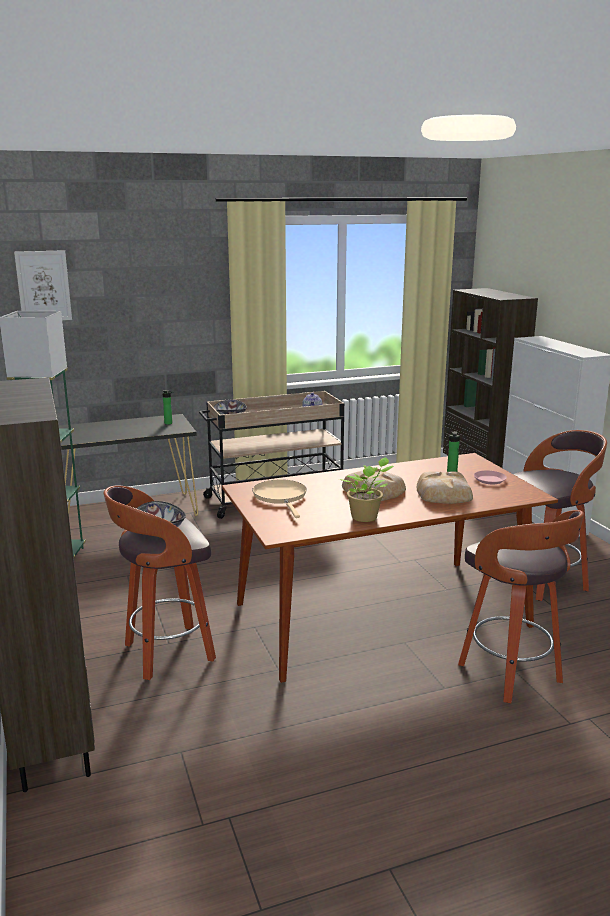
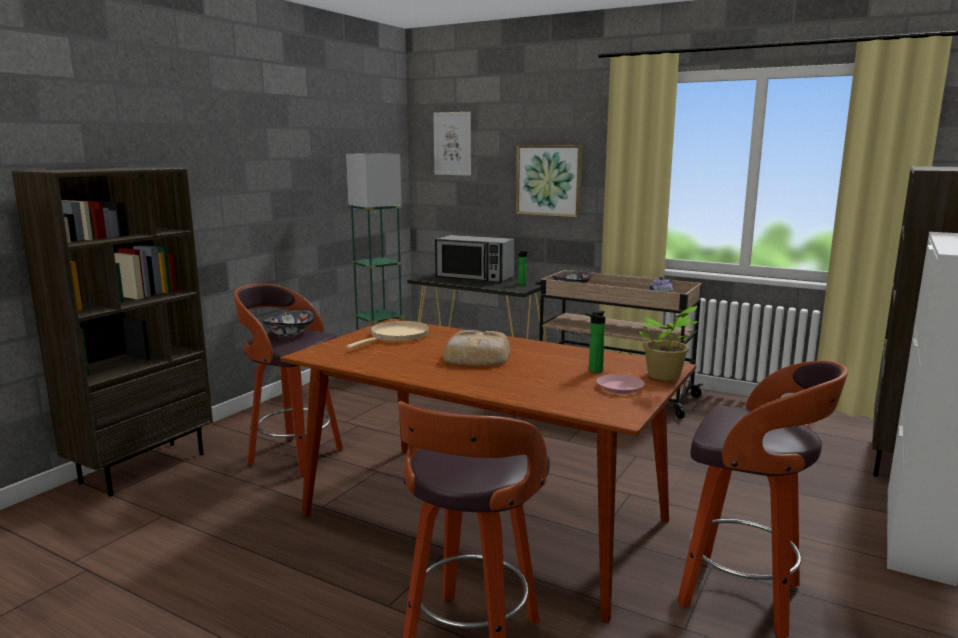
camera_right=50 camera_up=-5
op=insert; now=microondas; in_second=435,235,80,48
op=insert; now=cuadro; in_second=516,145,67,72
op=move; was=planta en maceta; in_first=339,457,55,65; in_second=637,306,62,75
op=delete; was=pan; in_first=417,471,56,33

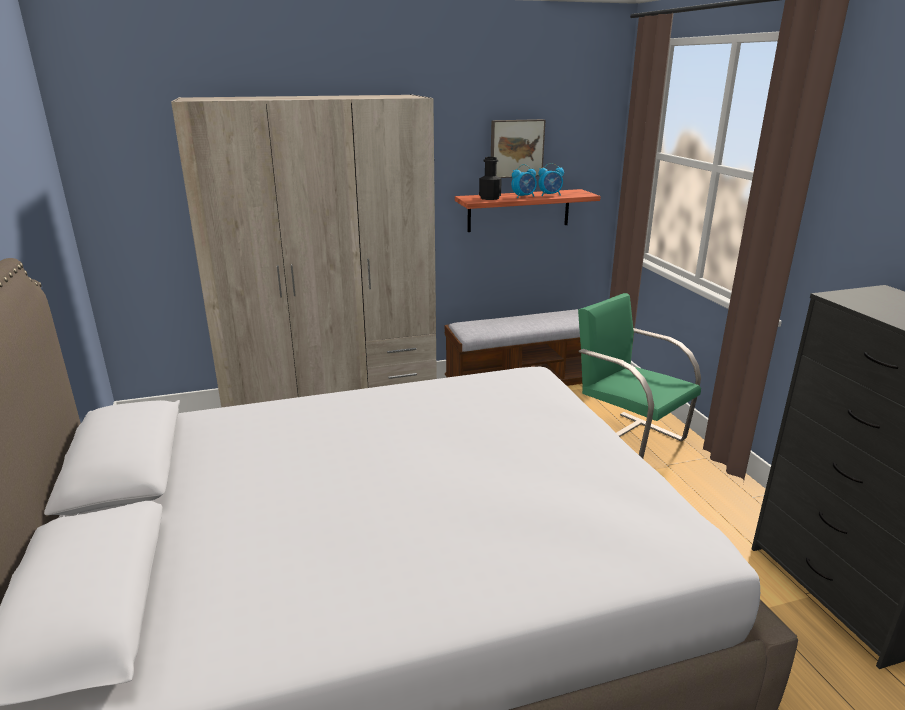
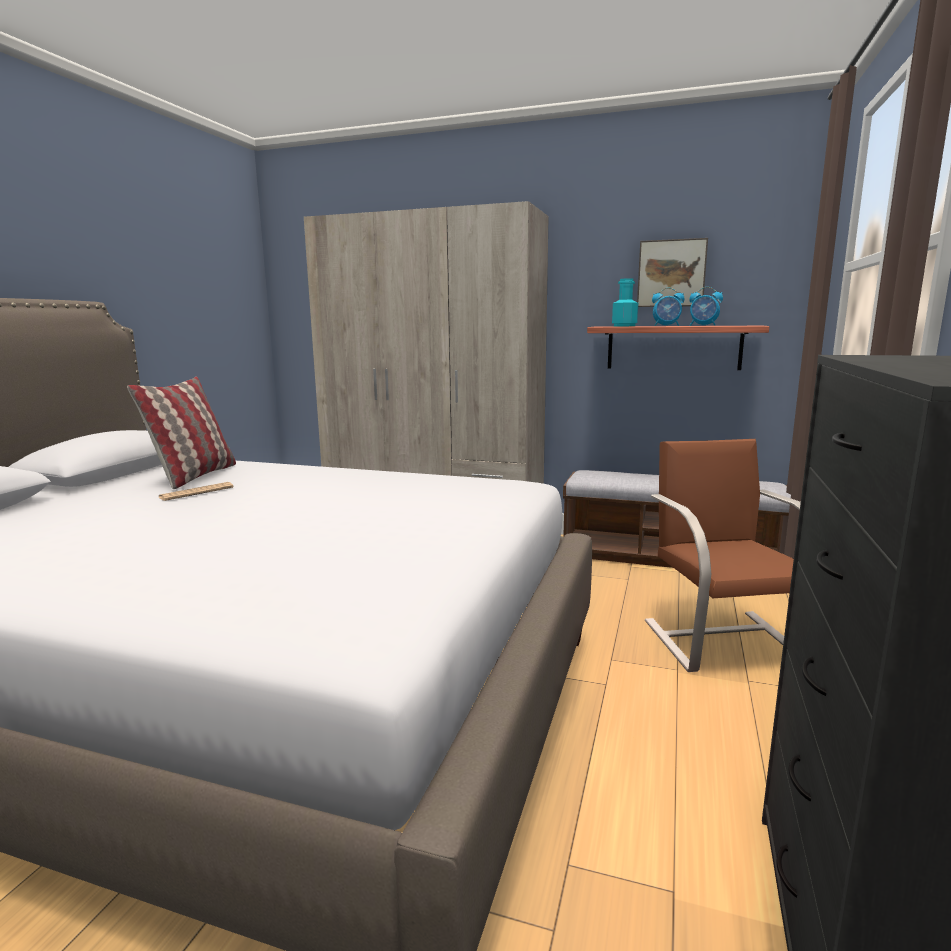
camera_right=35 camera_up=-10
op=insert; now=cojín; in_second=127,377,109,112
op=insert; now=periódico; in_second=158,482,76,19
op=recolor; was=botella/negro; now=botella/turquesa; in_first=479,157,23,43; in_second=612,278,26,48
op=recolor; was=silla/verde; now=silla/marrón; in_first=578,293,123,166; in_second=645,439,156,233

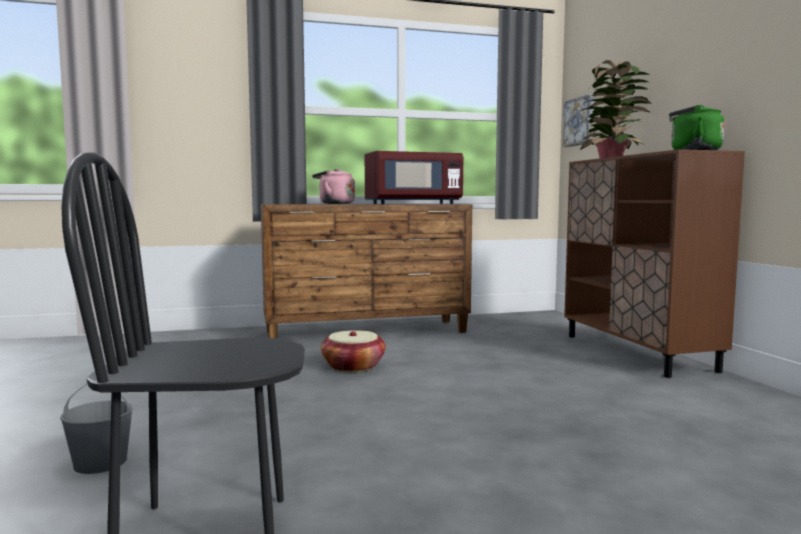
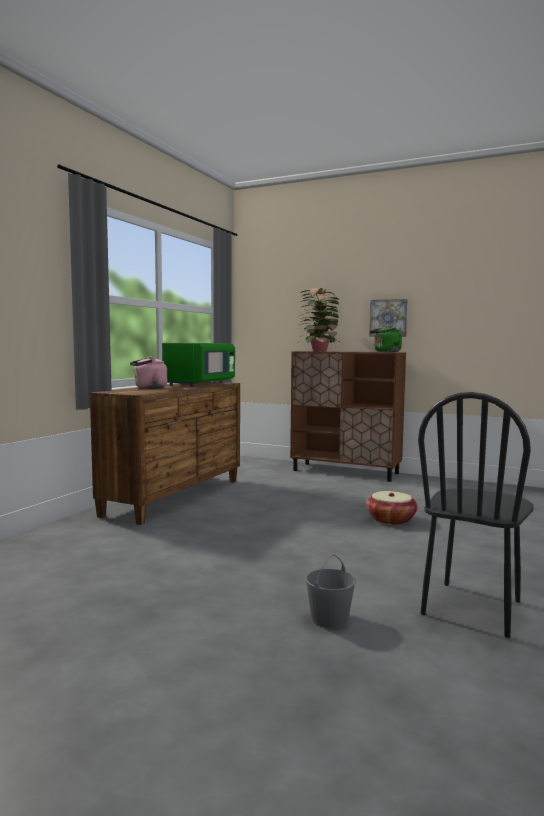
camera_right=-50 camera_up=0
op=recolor; was=microondas/rojo; now=microondas/verde; in_first=365,151,98,53; in_second=162,343,73,44
op=move; was=cesta; in_first=321,330,65,42; in_second=366,491,52,34
op=move; was=cuadro; in_first=563,94,31,53; in_second=369,299,39,38

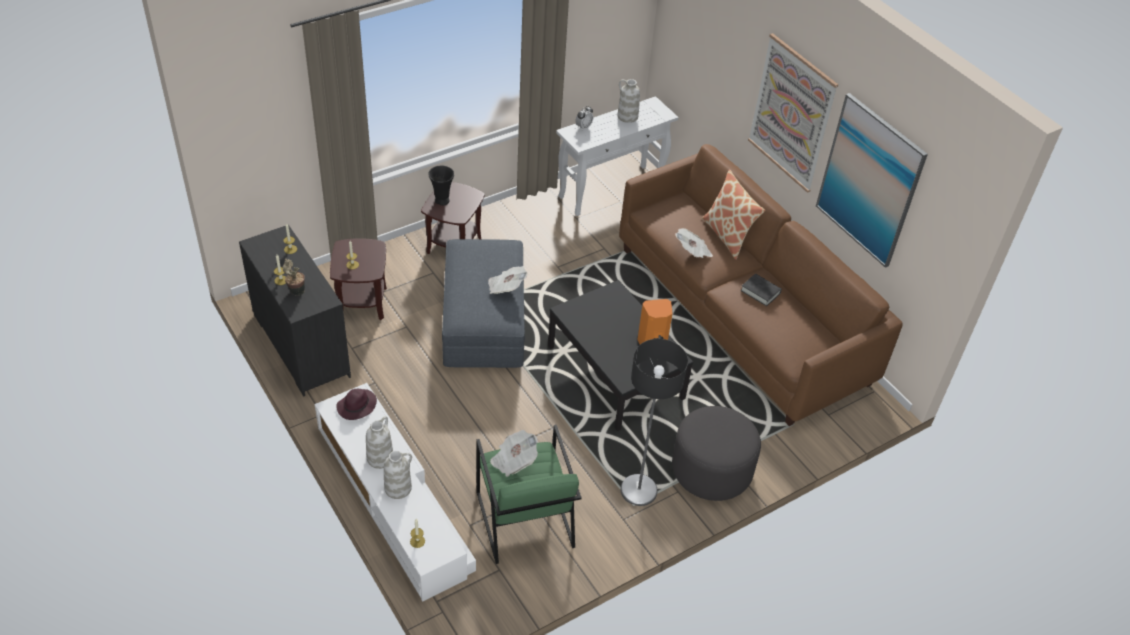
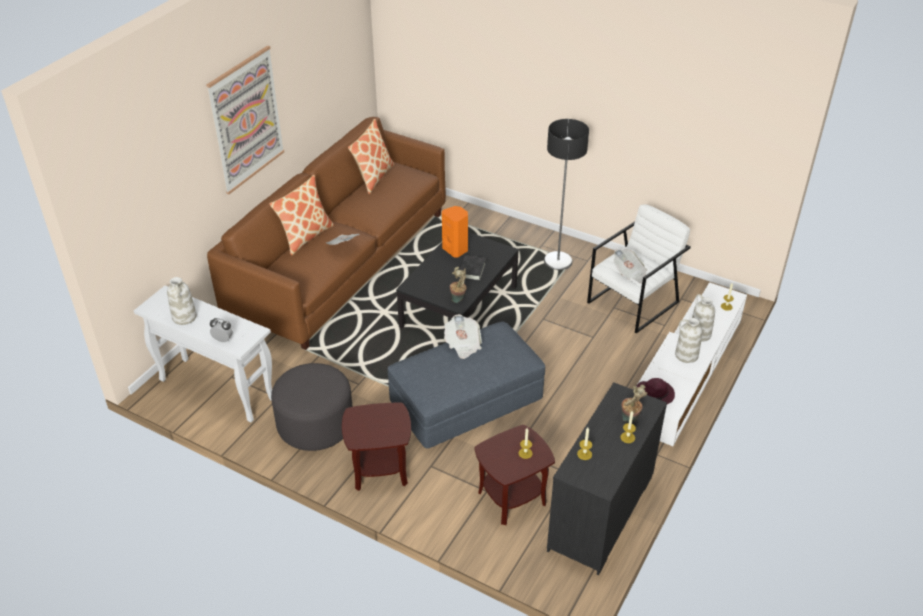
camera_right=-115 camera_up=-5
op=move; was=puf/gris; in_first=672,406,89,95; in_second=271,363,82,88
op=insert; now=cojín; in_second=348,119,47,75
op=insert; now=planta en maceta; in_second=450,267,17,36
op=move; was=libro/negro; in_first=741,274,41,32; in_second=458,255,28,26
op=recolor; was=sillón/verde; now=sillón/blanco; in_first=476,425,106,139; in_second=587,204,104,129
op=delete; was=florero/negro; in_first=428,165,26,40
op=delete; was=cuadro; in_first=816,93,112,175

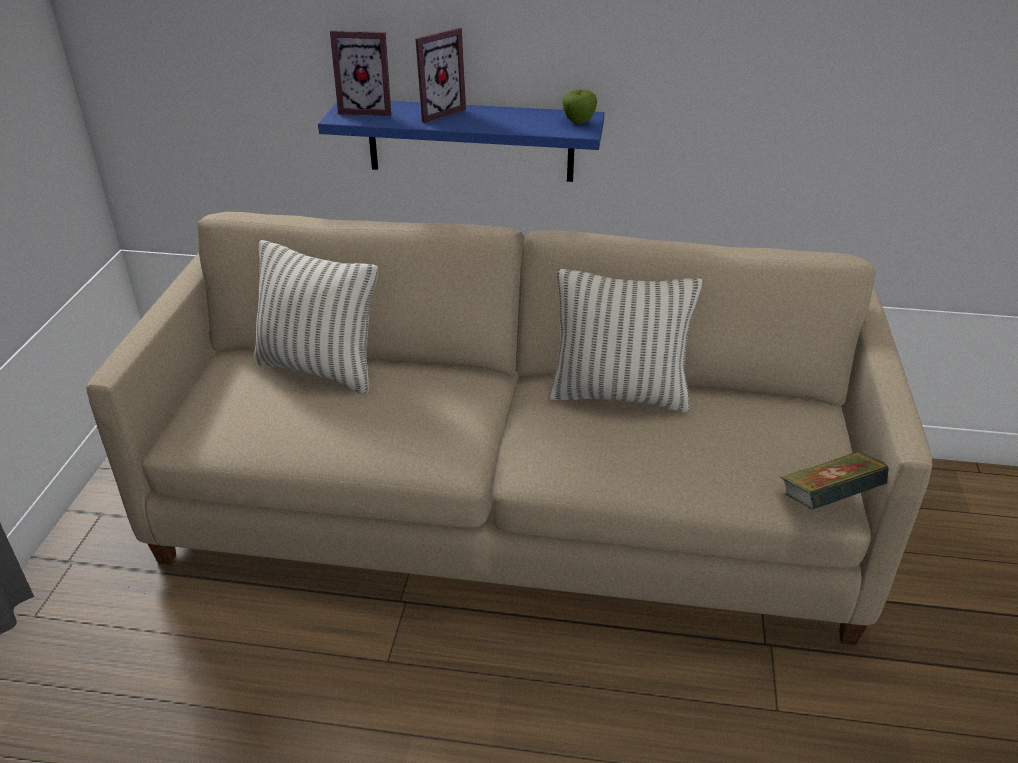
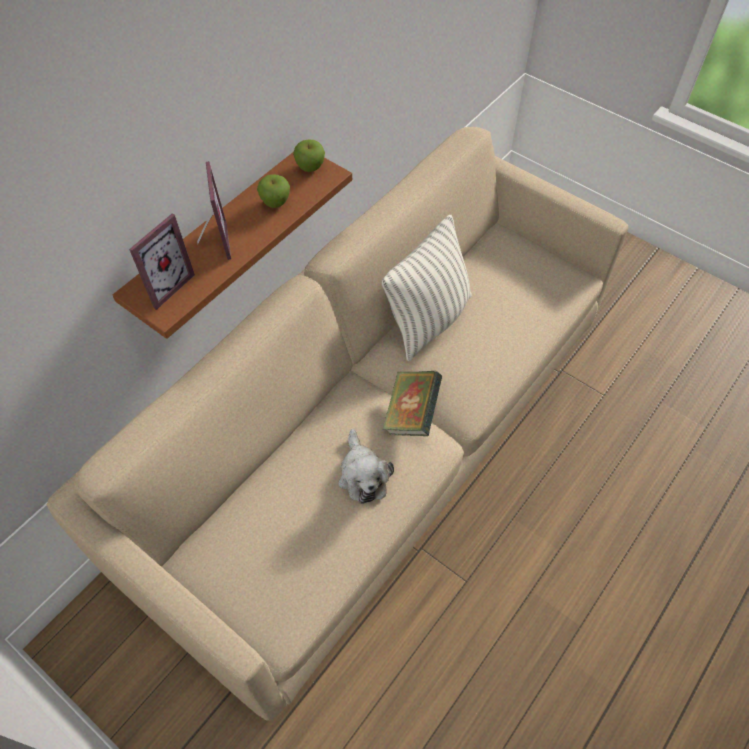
camera_right=-60 camera_up=20
op=recolor; was=estante/azul; now=estante/marrón; in_first=318,101,286,81; in_second=113,152,239,187
op=insert; now=manzana; in_second=257,174,33,34
op=insert; now=peluche; in_second=338,429,56,75
op=move; was=libro; in_first=781,452,108,58; in_second=382,371,60,65
op=delete; was=cojín; in_first=253,240,125,154

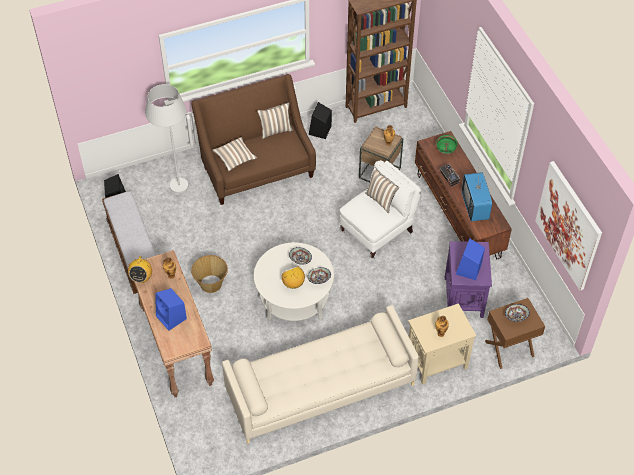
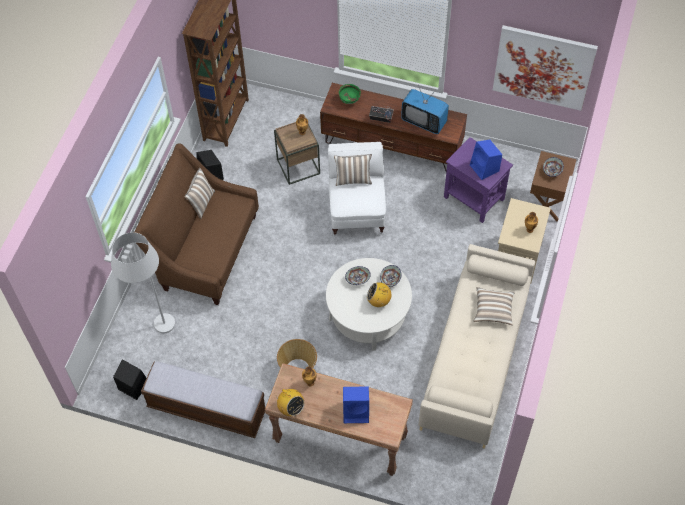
camera_right=-50 camera_up=5
op=move; was=cojín; in_first=212,137,45,34; in_second=474,287,41,38

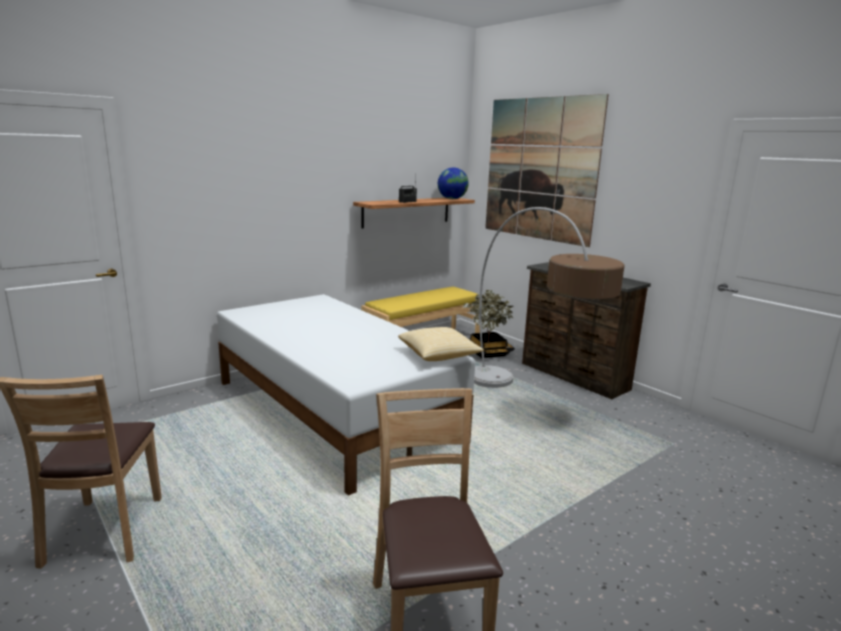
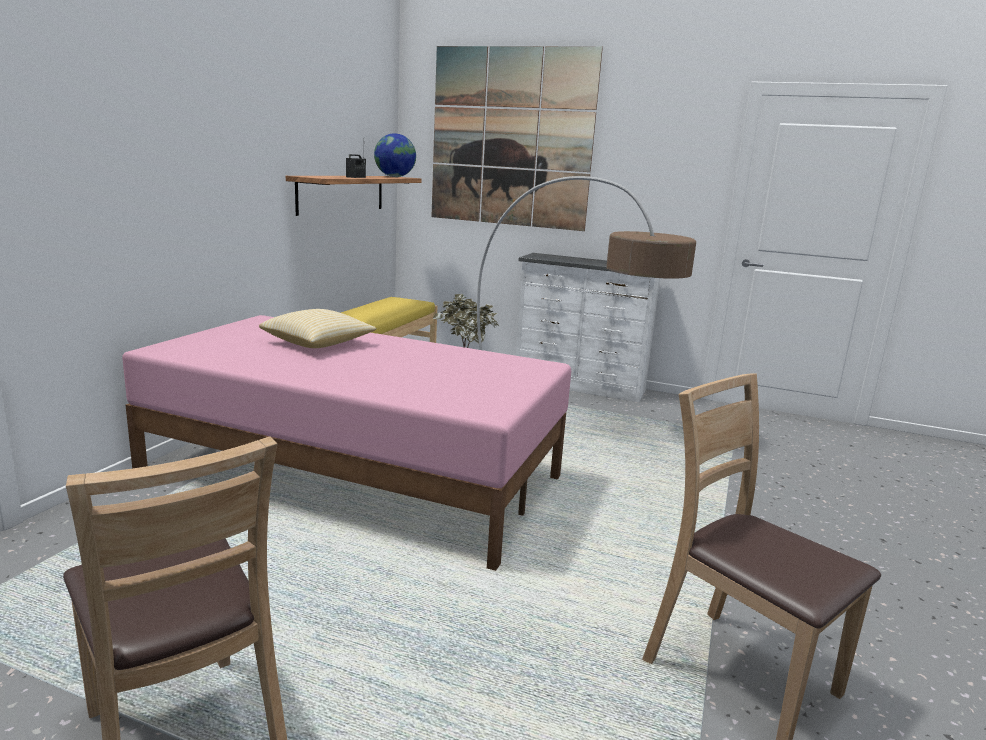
camera_right=-30 camera_up=0
op=recolor; was=cama/blanco; now=cama/rosa; in_first=217,294,258,202; in_second=122,315,449,256
op=move; was=cojín; in_first=398,327,86,34; in_second=259,309,118,39
op=recolor; was=cómoda/marrón; now=cómoda/blanco; in_first=522,262,129,137; in_second=516,253,144,149

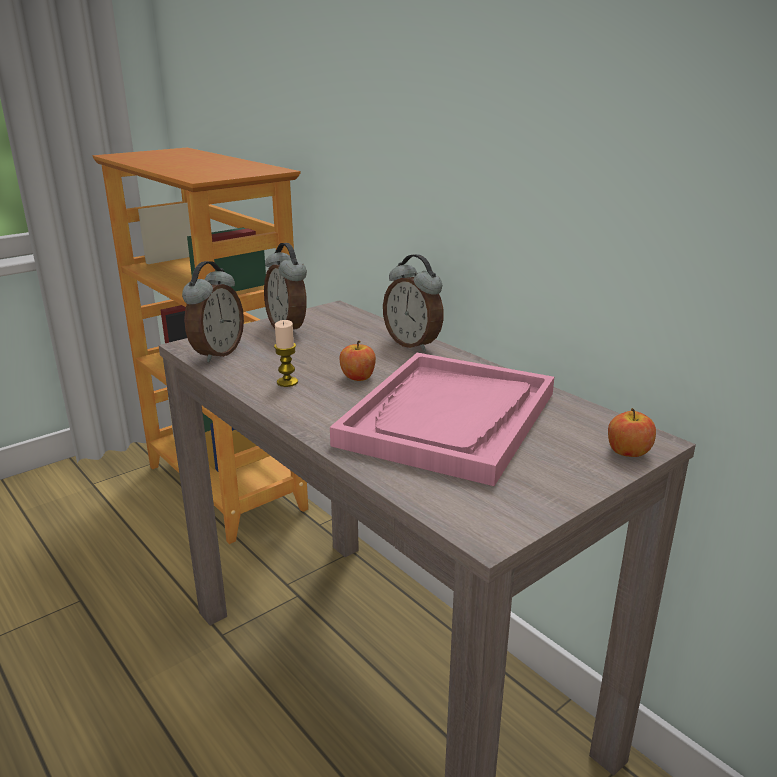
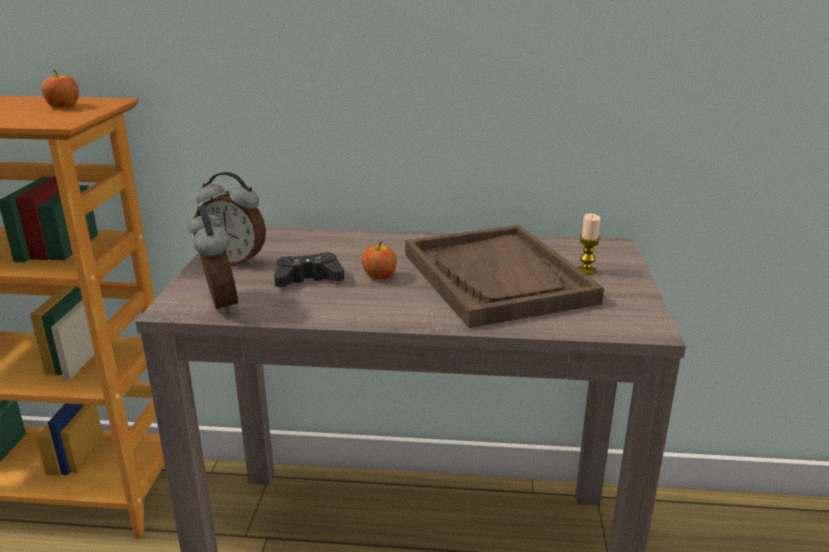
camera_right=-45 camera_up=0
op=move; was=manzana; in_first=608,408,48,49; in_second=41,70,38,38
op=insert; now=mando de consola/negro; in_second=274,252,70,35
op=recolor; was=bandeja/rosa; now=bandeja/marrón; in_first=330,353,224,133; in_second=405,225,199,103
op=move; was=vela; in_first=274,320,24,67; in_second=577,213,24,62
op=delete; was=despertador; in_first=383,254,61,98

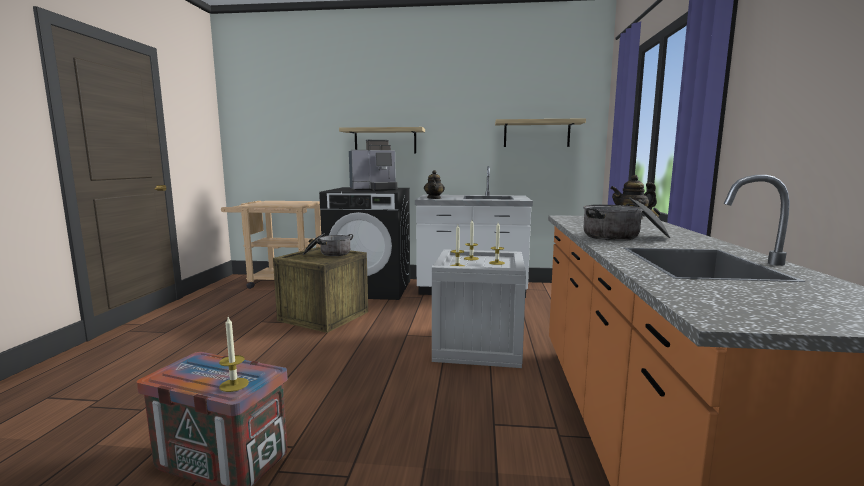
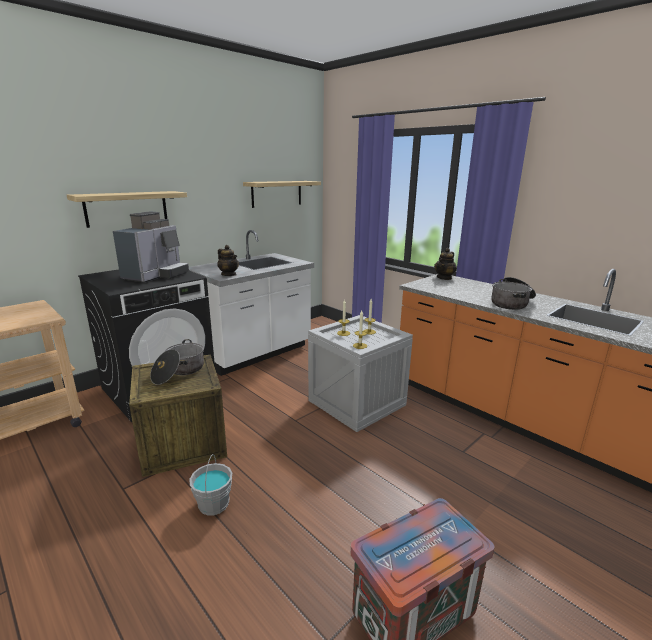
camera_right=-50 camera_up=10
op=insert; now=cubo/gris; in_second=189,454,43,61
op=delete; was=vela; in_first=219,317,30,75

